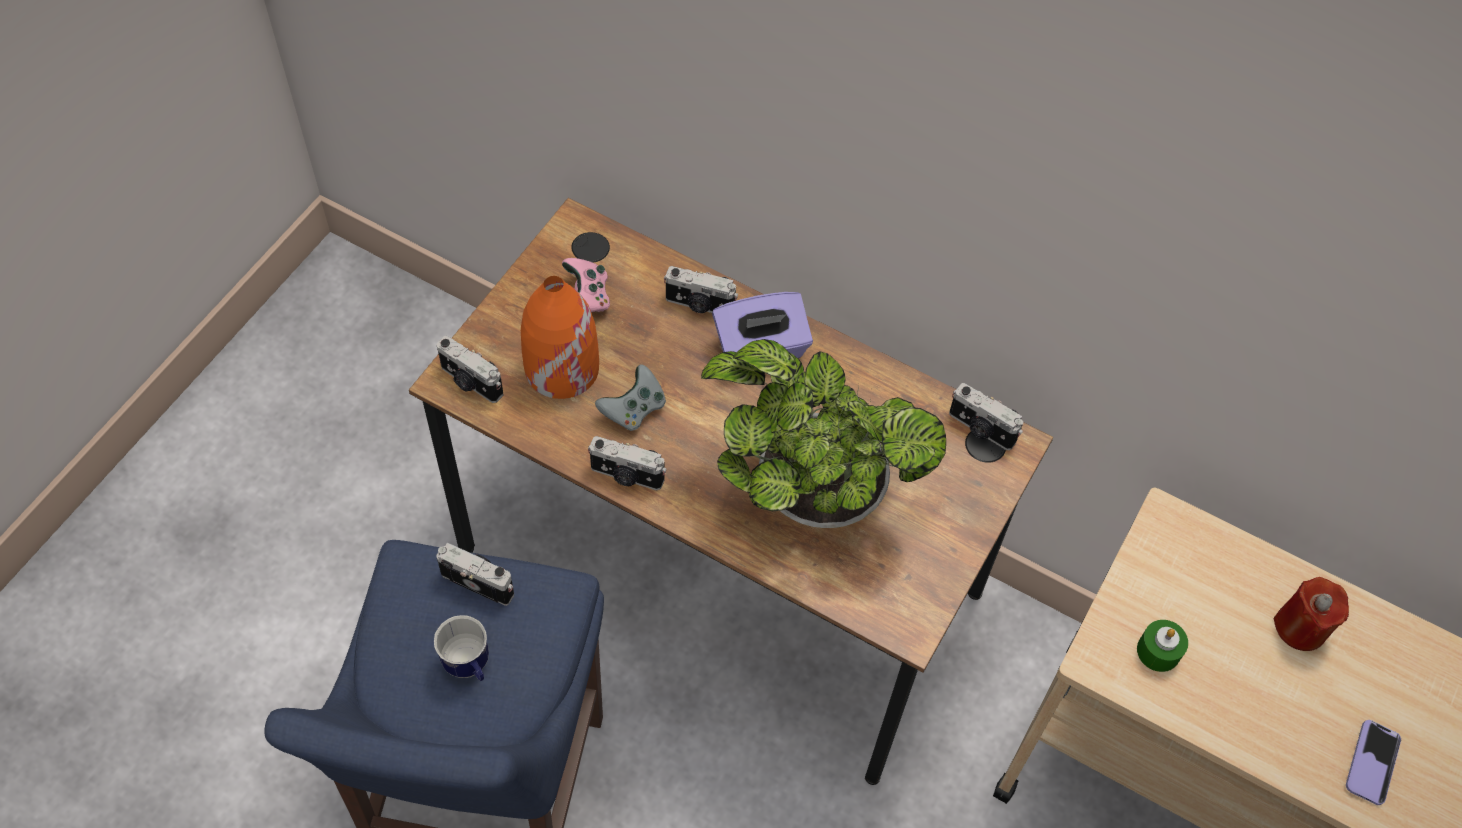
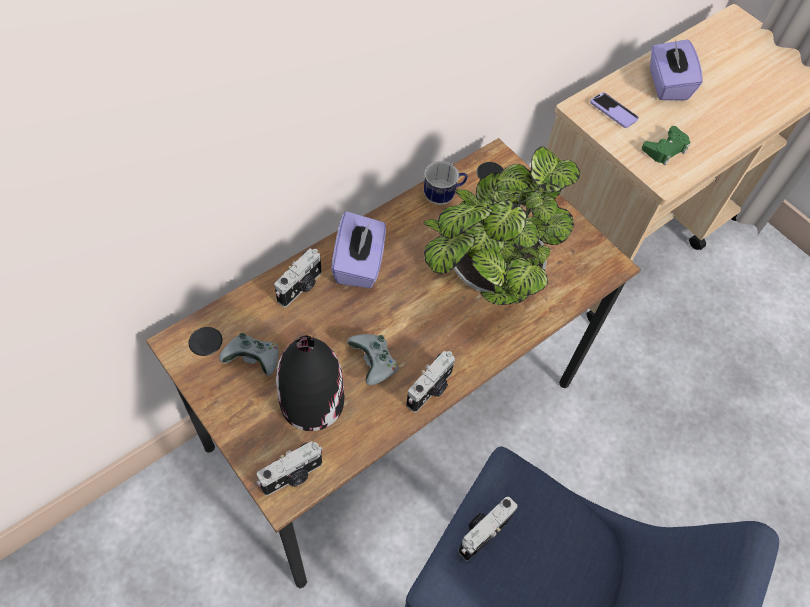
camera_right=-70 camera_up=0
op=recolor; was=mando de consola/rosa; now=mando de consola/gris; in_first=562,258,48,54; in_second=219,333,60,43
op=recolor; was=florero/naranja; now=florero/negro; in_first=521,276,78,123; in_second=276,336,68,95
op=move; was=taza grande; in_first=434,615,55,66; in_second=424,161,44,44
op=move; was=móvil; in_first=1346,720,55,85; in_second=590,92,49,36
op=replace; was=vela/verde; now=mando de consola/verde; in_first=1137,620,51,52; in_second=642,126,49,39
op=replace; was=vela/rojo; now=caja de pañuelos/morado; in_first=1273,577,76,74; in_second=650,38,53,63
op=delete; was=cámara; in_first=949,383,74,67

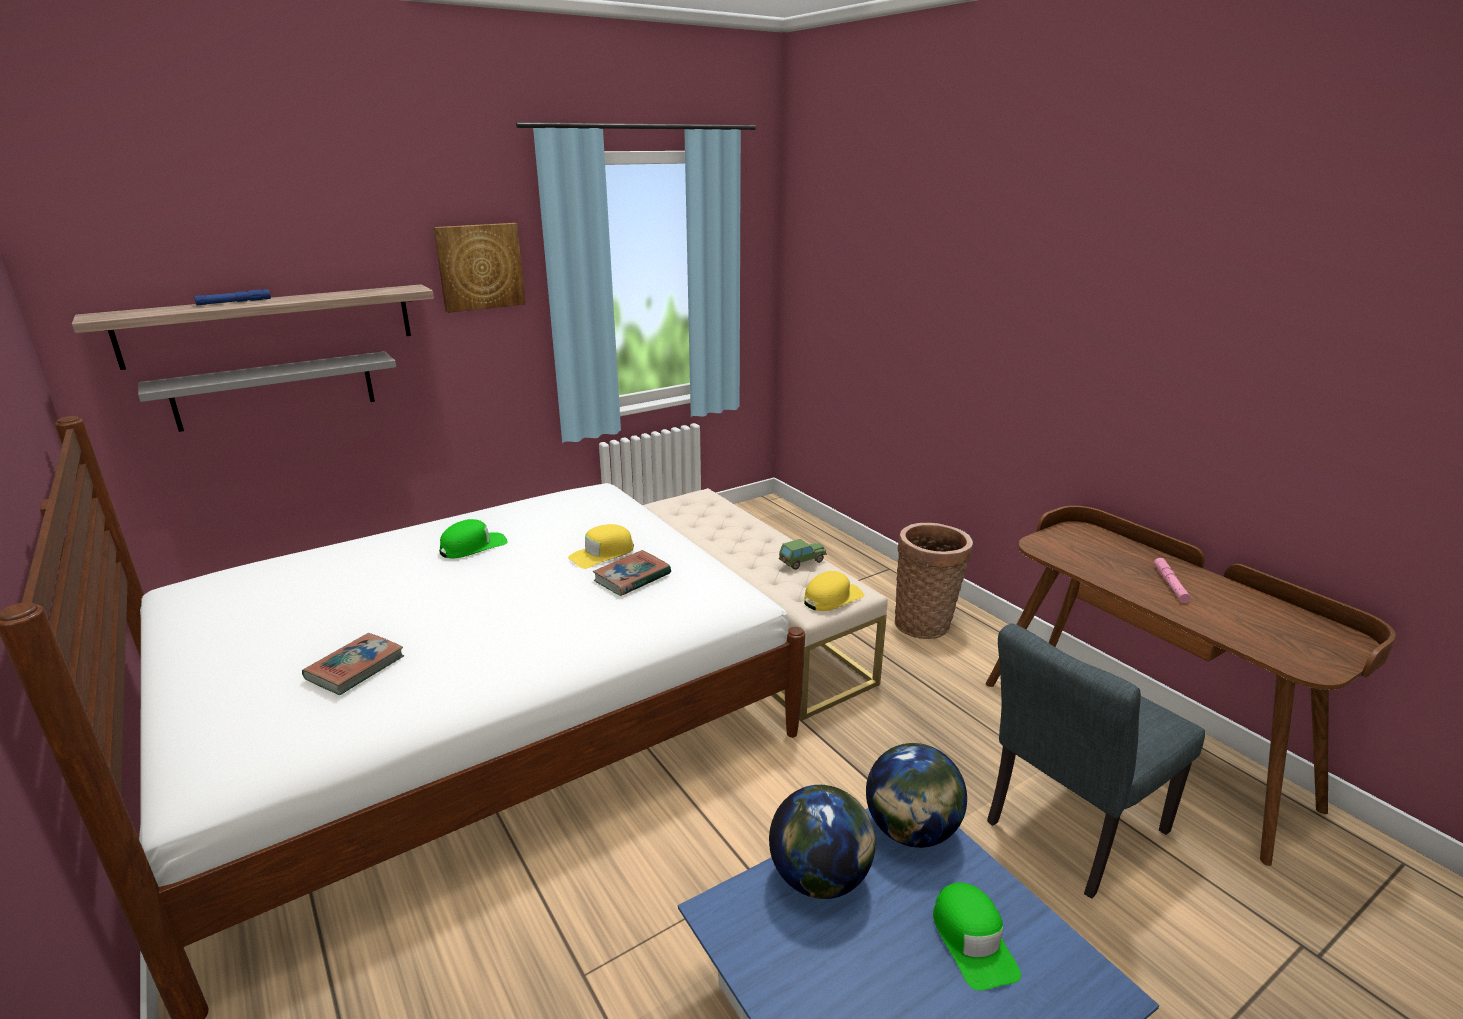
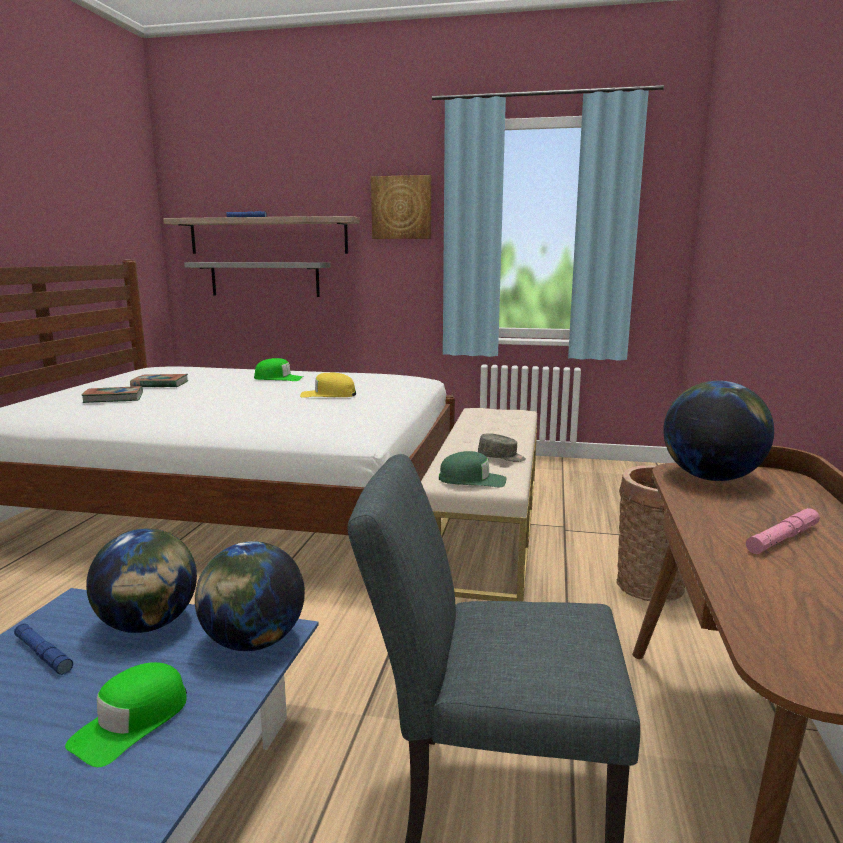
camera_right=45 camera_up=-10
op=insert; now=linterna/azul; in_second=14,623,59,52
op=move; was=libro; in_first=593,550,78,46; in_second=130,374,58,13
op=recolor; was=gorra/amarillo; now=gorra/verde; in_first=804,571,60,40; in_second=439,451,68,36
op=replace; was=coche de juguete; now=gorra/gris; in_first=779,539,48,31; in_second=478,433,48,29
op=insert; now=globo terráqueo; in_second=663,381,111,100

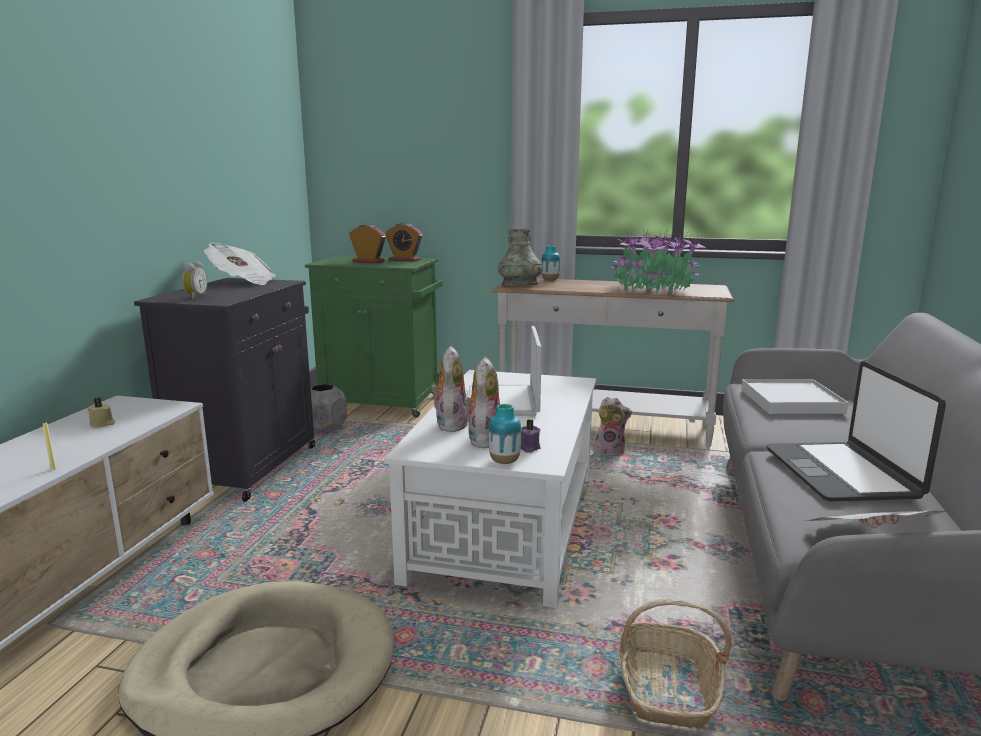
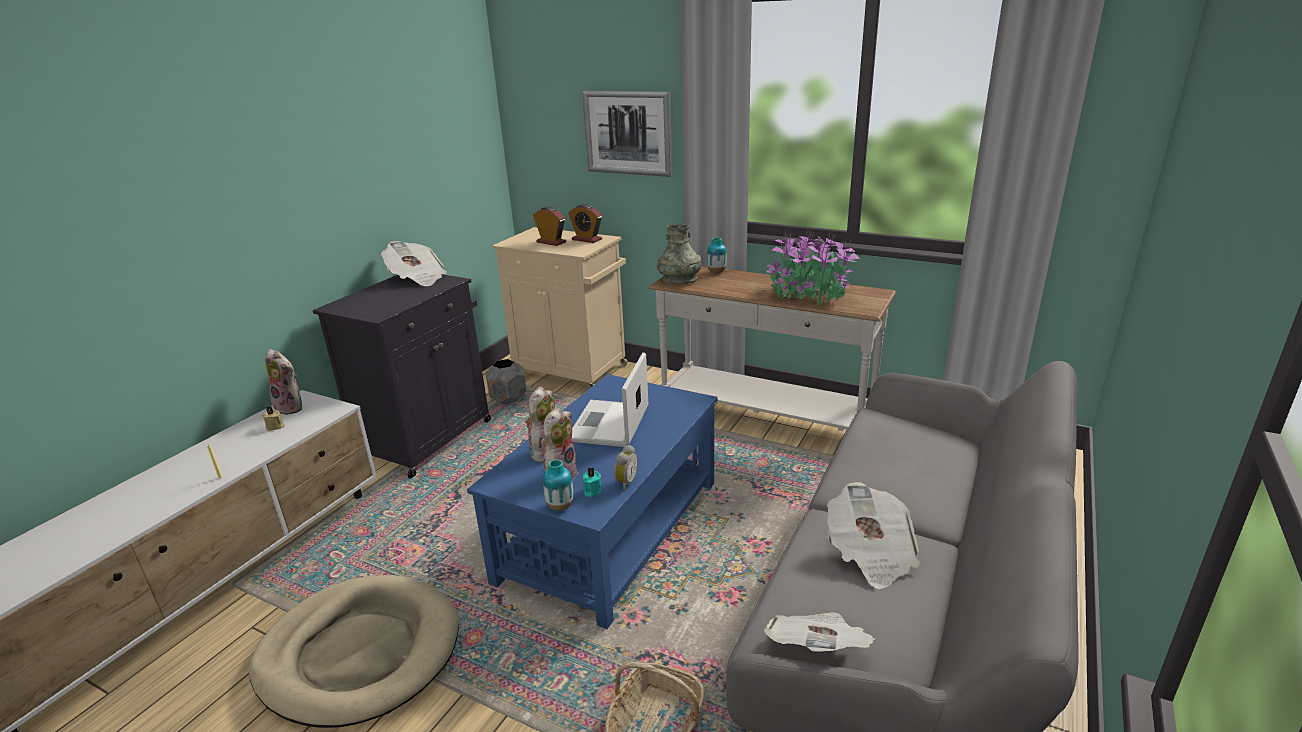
camera_right=15 camera_up=10
op=move; was=peluche; in_first=594,397,38,59; in_second=265,349,38,66
op=recolor; was=mesa de centro/blanco; now=mesa de centro/azul; in_first=384,370,212,238; in_second=467,374,251,255
op=recolor; was=armario/verde; now=armario/beis; in_first=305,255,138,162; in_second=492,227,136,161
op=insert; now=cuadro; in_second=582,91,90,86
op=recolor; was=vela/morado; now=vela/turquesa; in_first=521,420,20,33; in_second=583,468,19,29
op=move; was=despertador; in_first=182,261,26,39; in_second=614,444,24,46
op=replace; was=portátil; now=periódico; in_first=767,361,179,141; in_second=827,482,93,107
op=delete; was=bandeja/blanco; in_first=741,379,107,35

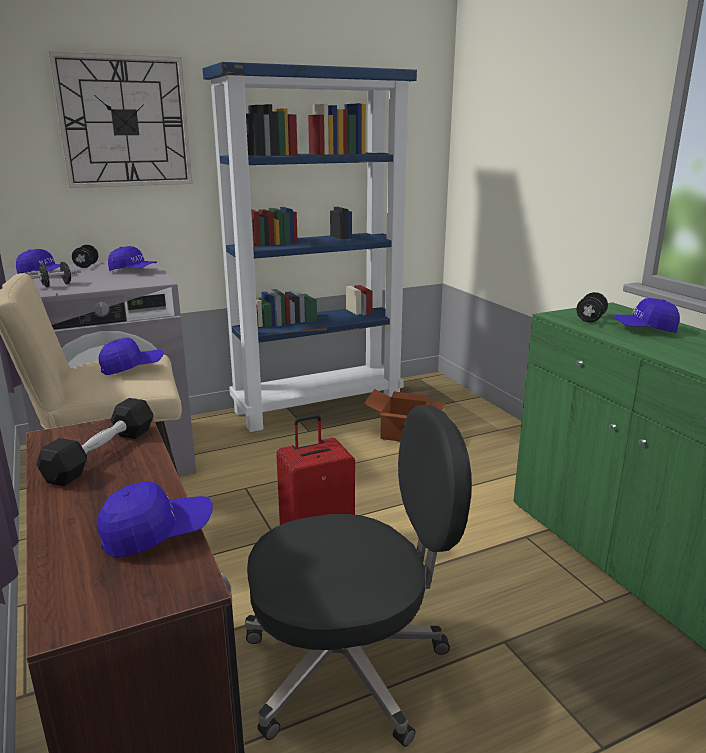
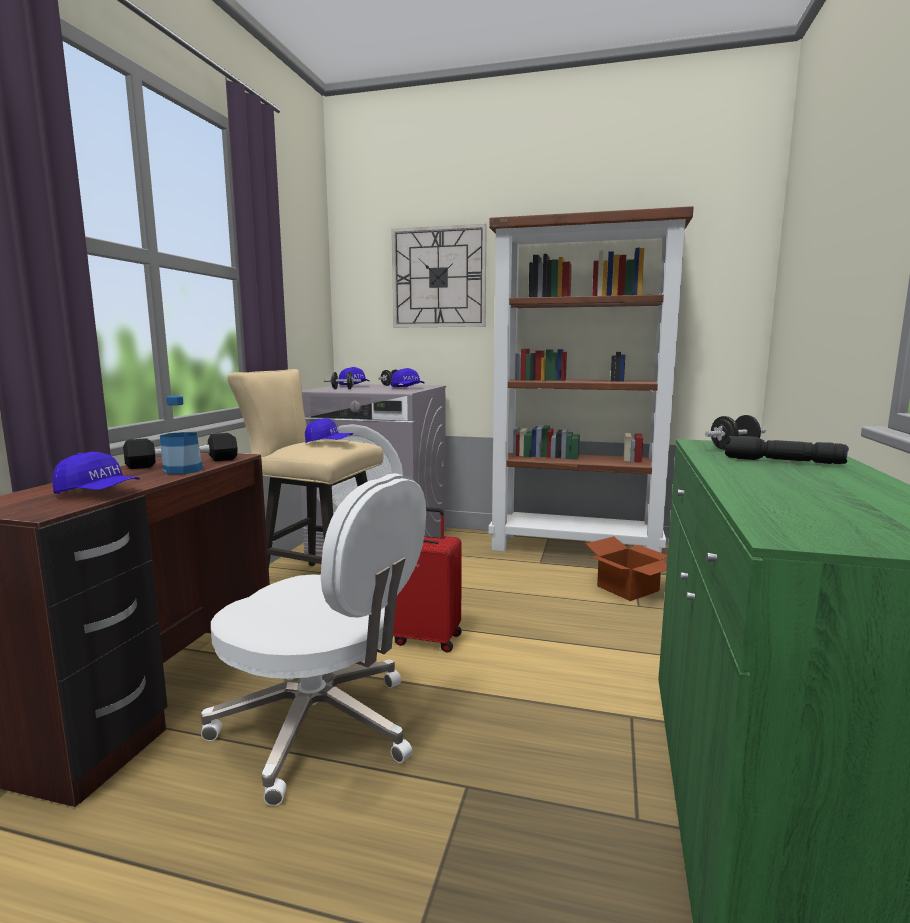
camera_right=40 camera_up=-10
op=insert; now=botella; in_second=160,396,43,78
op=recolor; was=silla de oficina/negro; now=silla de oficina/blanco; in_first=245,405,227,342; in_second=201,473,225,333
op=recolor; was=estantería/azul; now=estantería/marrón; in_first=203,62,214,370; in_second=489,206,205,347
op=replace; was=gorra/azul; now=linterna/negro; in_first=612,298,68,35; in_second=725,436,124,28

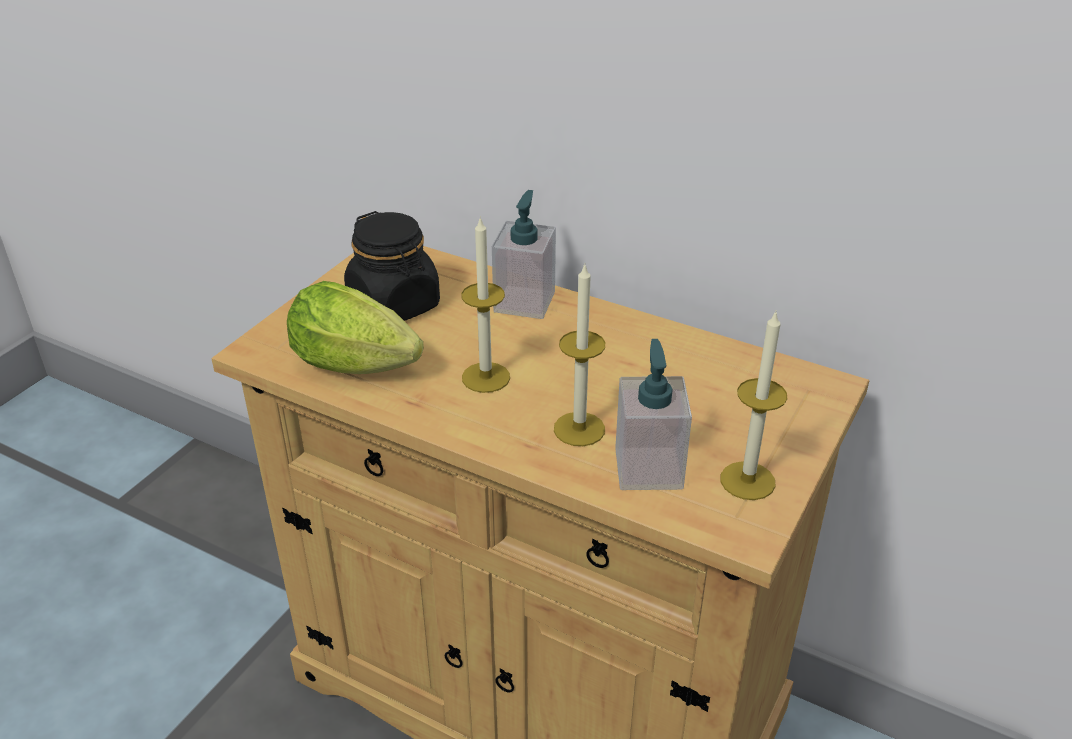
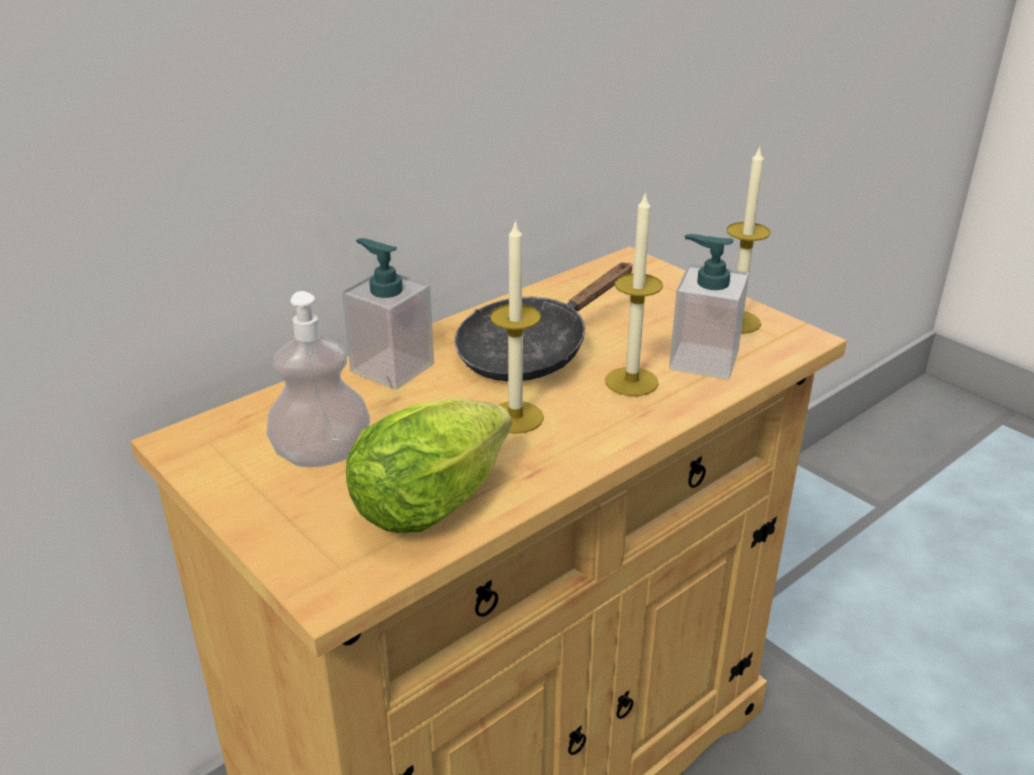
camera_right=-70 camera_up=-5
op=replace; was=tarro/negro; now=dispensador de jabón; in_first=344,211,96,110; in_second=266,291,104,176
op=insert; now=sartén/negro; in_second=454,263,179,118

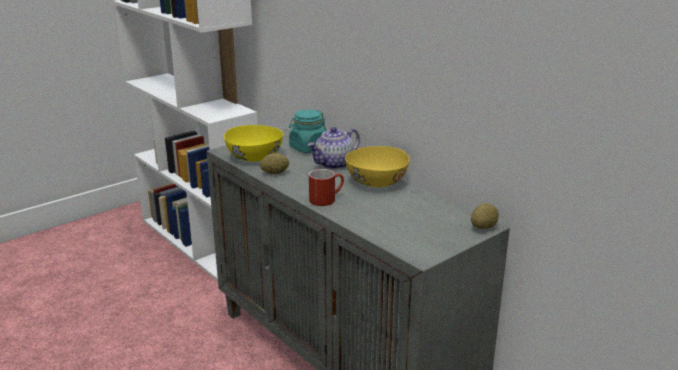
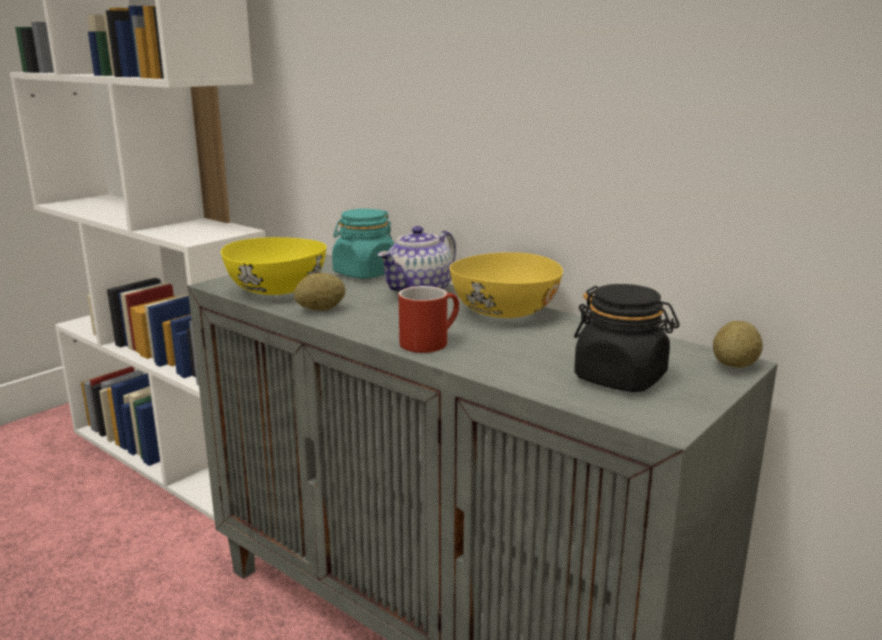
camera_right=-10 camera_up=-5
op=insert; now=tarro/negro; in_second=574,284,105,108

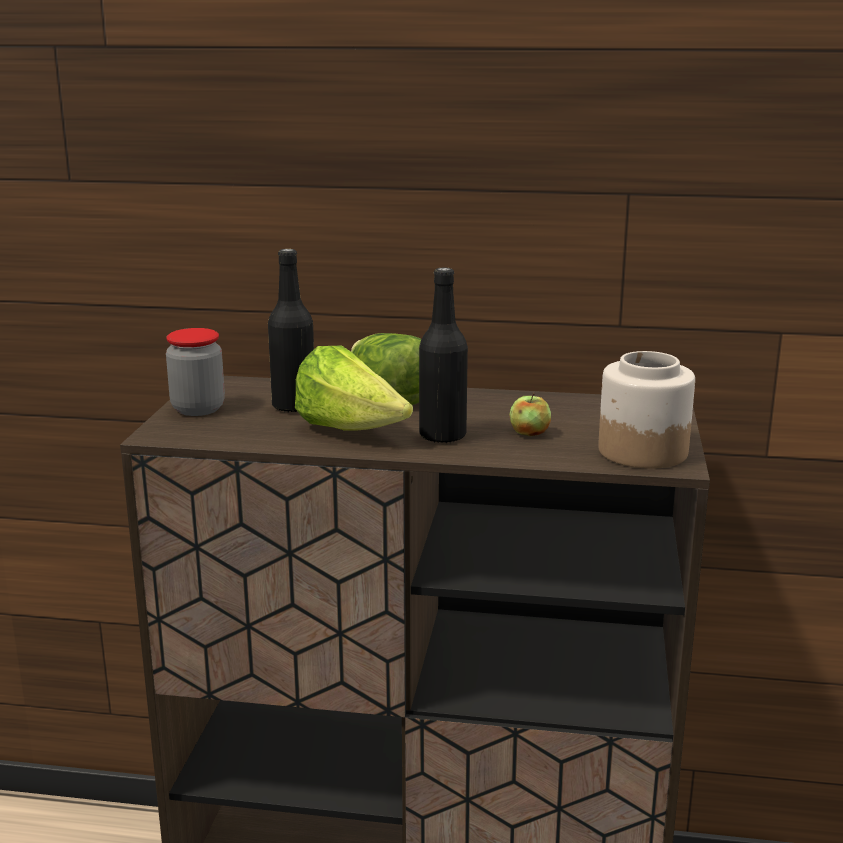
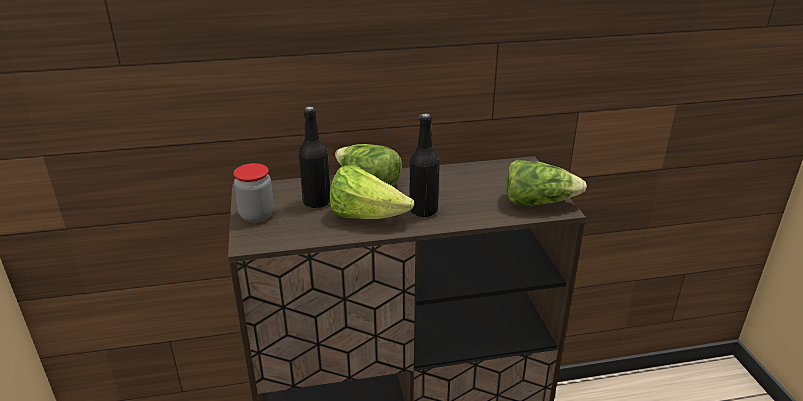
camera_right=-20 camera_up=10
op=replace; was=tarro; now=lechuga; in_first=598,351,97,118; in_second=506,160,81,46
op=delete; was=manzana; in_first=509,393,42,43

